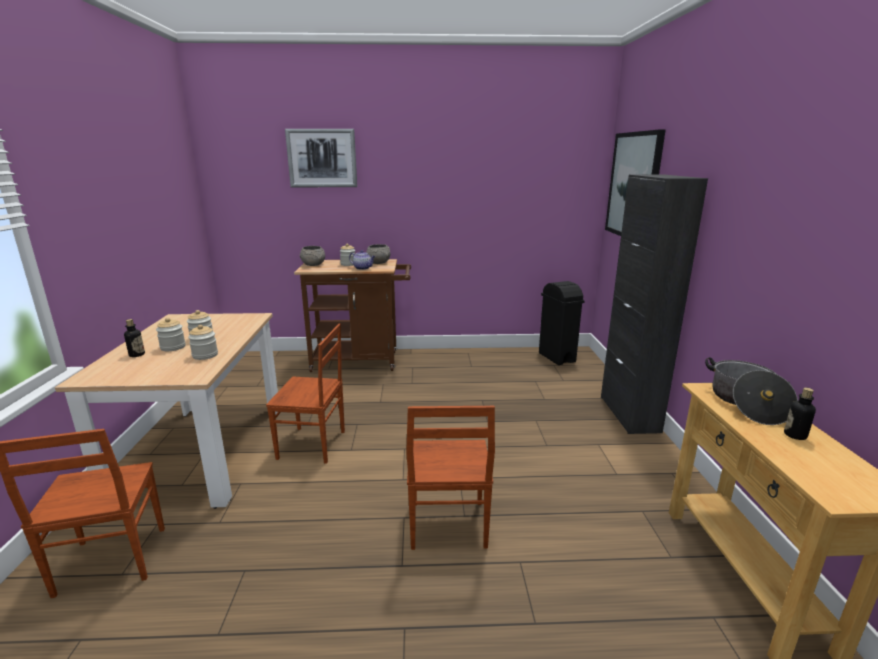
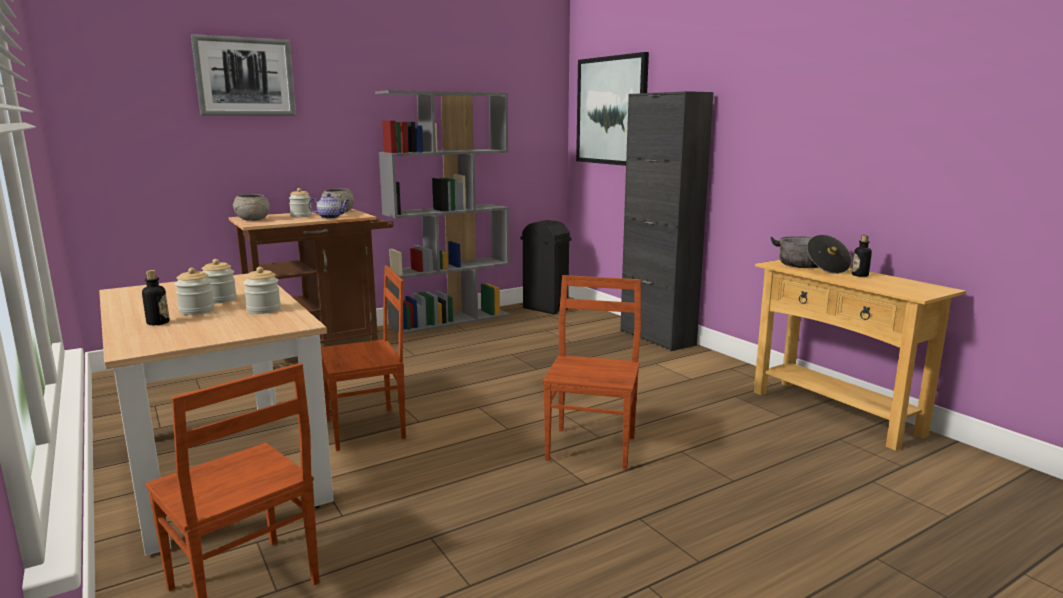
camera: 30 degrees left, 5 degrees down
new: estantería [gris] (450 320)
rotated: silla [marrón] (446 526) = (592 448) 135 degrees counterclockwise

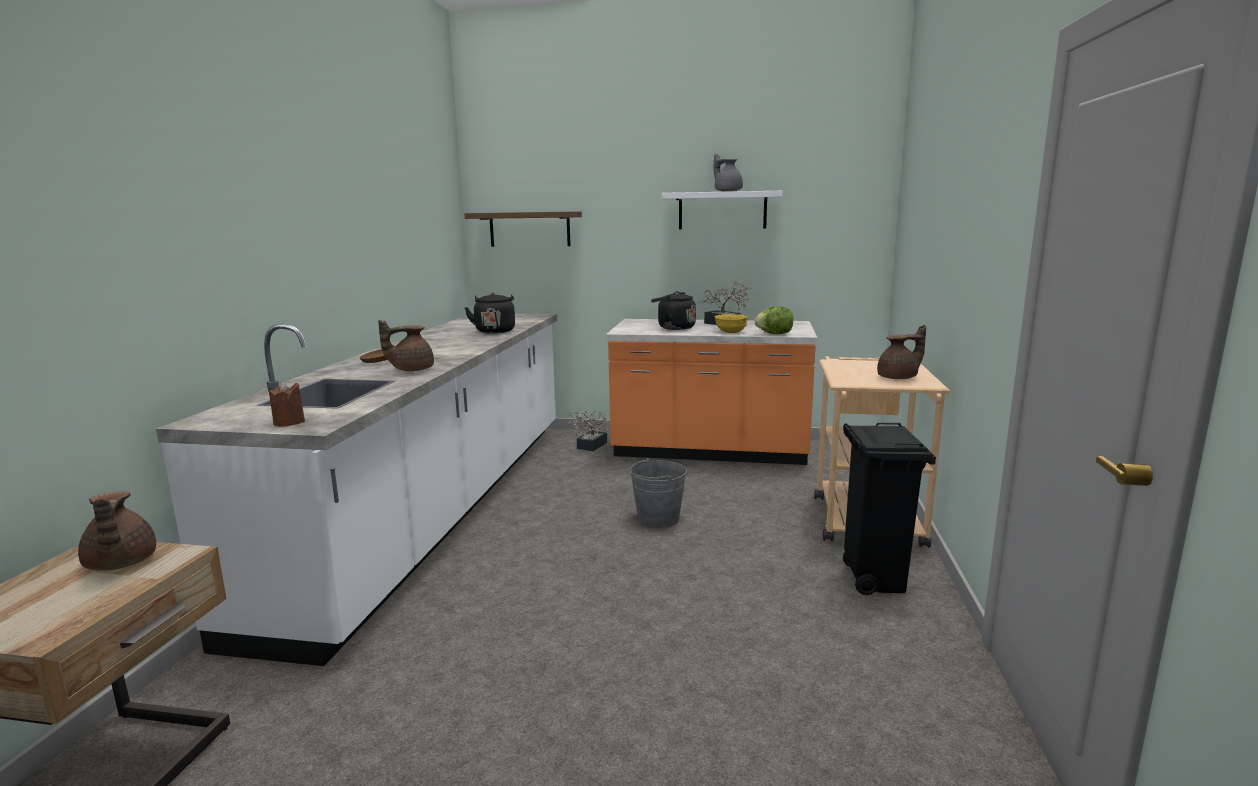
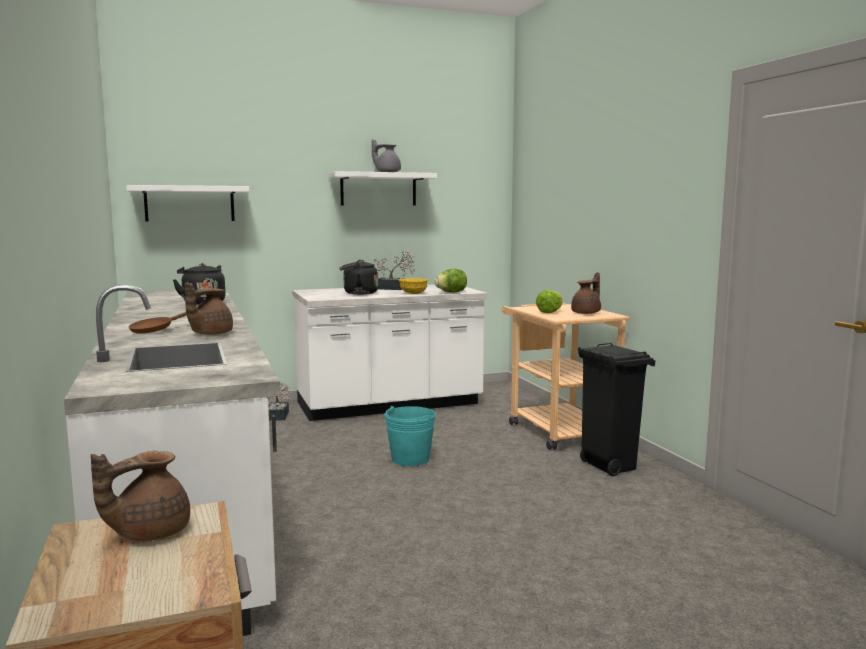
camera: 30 degrees left, 5 degrees down
gone: vela [marrón] (289 423)
new: lechuga (550 312)
repainted: estante [marrón] (529 229) to estante [blanco] (189 203); mueble bajo de cocina [naranja] (710 450) to mueble bajo de cocina [blanco] (389 405); cubo [gris] (658 519) to cubo [turquesa] (410 459)
rotated: tetera [marrón] (120 564) = (148 532) 105 degrees clockwise

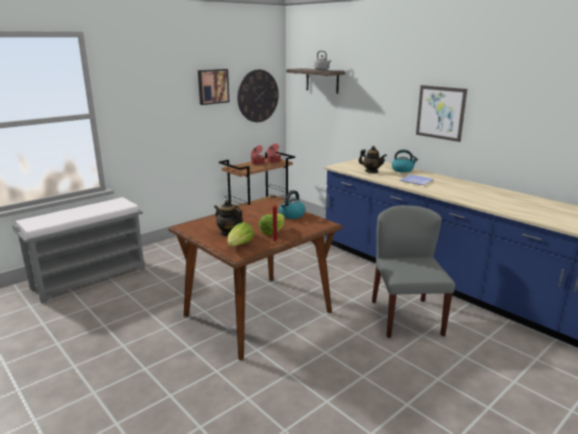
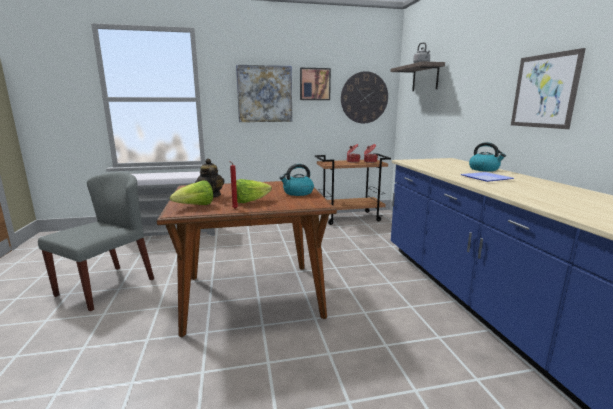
camera: 30 degrees right, 5 degrees down
gone: tetera (371 171)
new: cuadro (264 94)
shifted: silla [gris] (406 317) to (106 286)

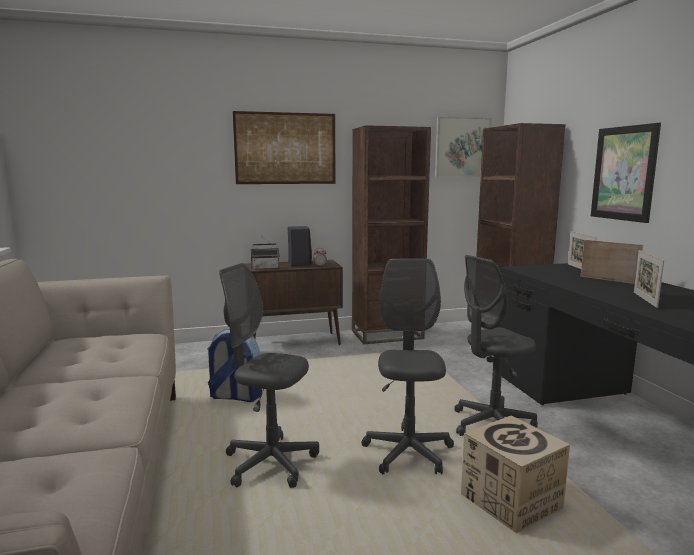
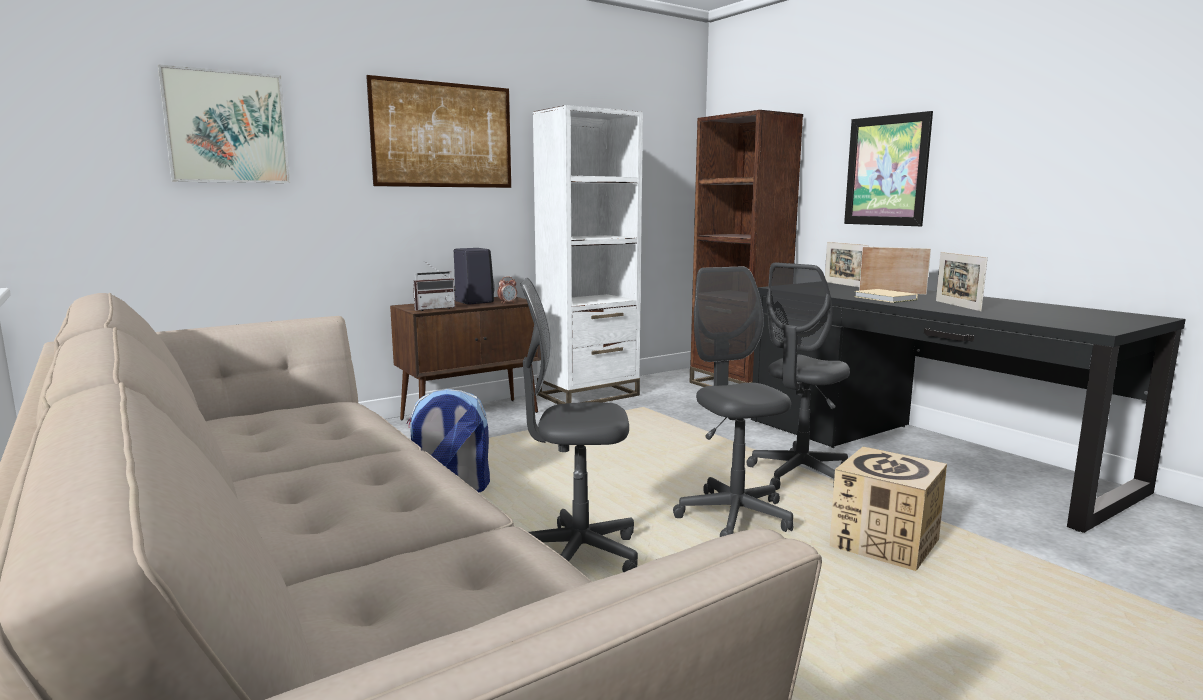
camera: 20 degrees left, 0 degrees up
new: libro [beis] (885 298)
shifted: cuadro (462 147) to (227 127)
repainted: estantería [marrón] (387 335) to estantería [blanco] (588 395)

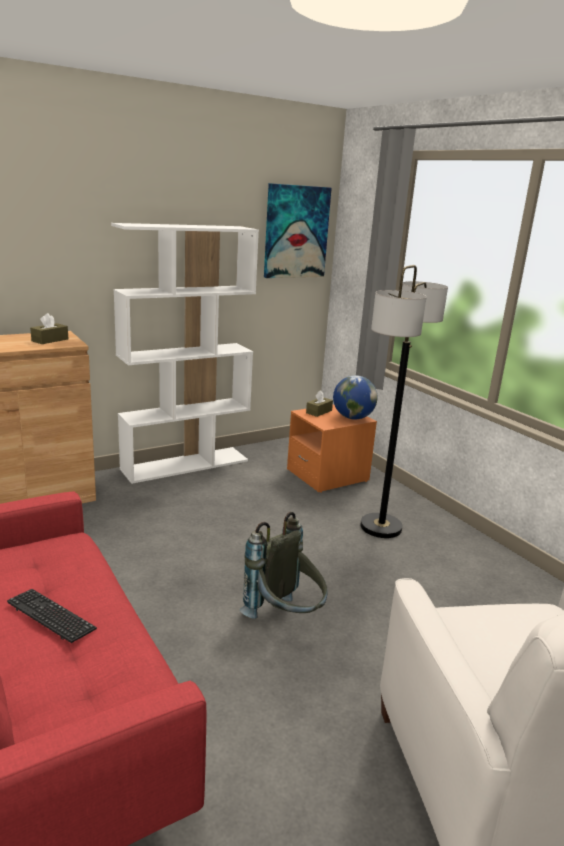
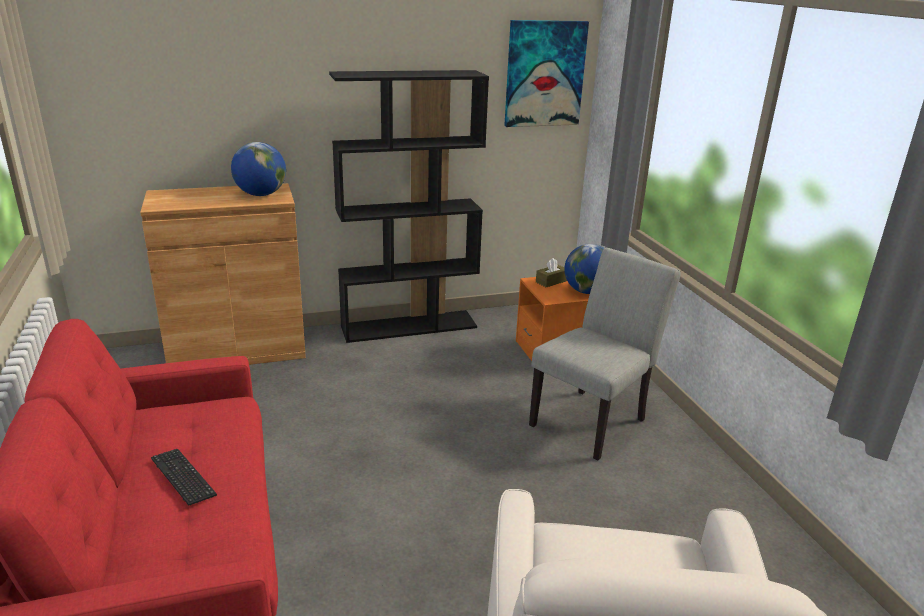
camera: 15 degrees right, 5 degrees up
gone: mochila [gris] (286 619)
swapped: caja de pañuelos [marrón] (50 340) to globo terráqueo (261 194); lámpara de pie (381 527) to silla [gris] (593 419)
repainted: estantería [blanco] (186 464) to estantería [negro] (409 326)

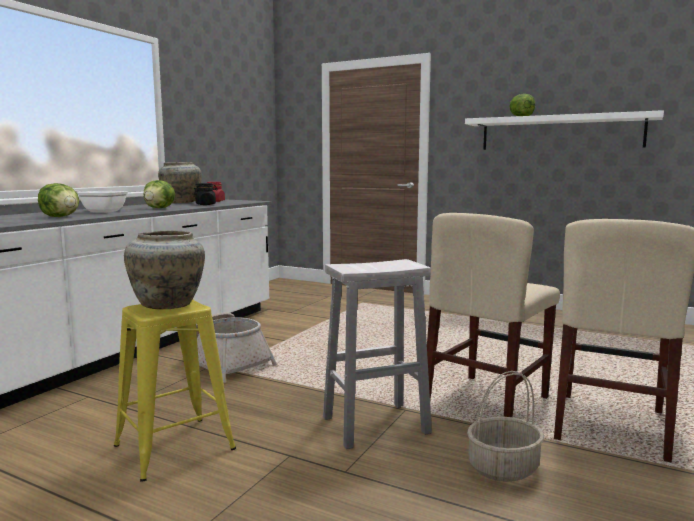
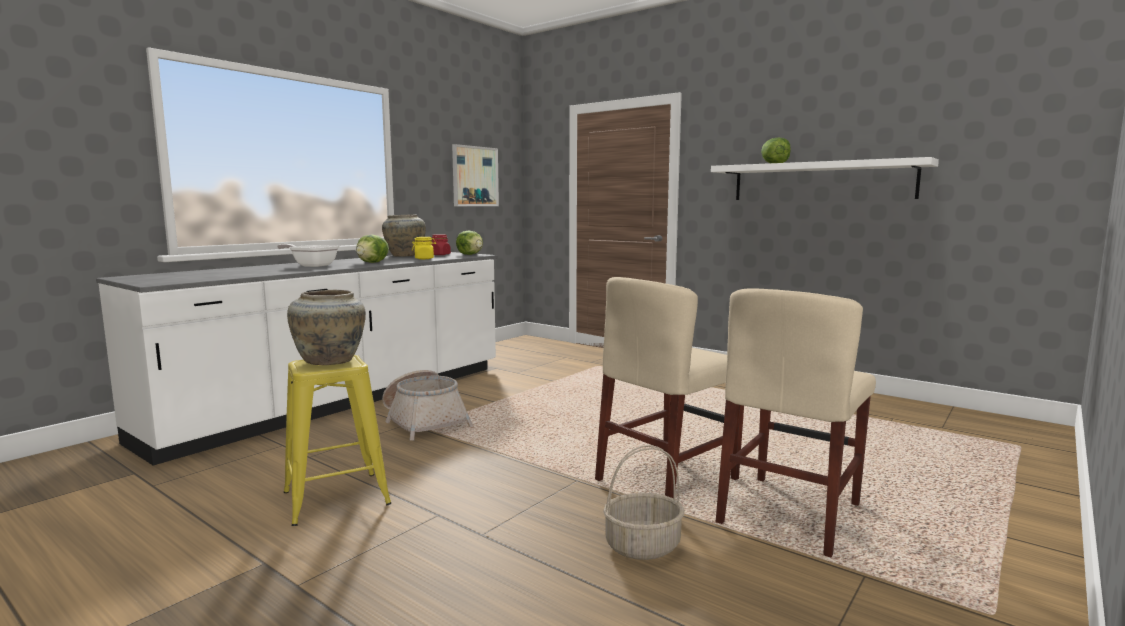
camera: 10 degrees right, 0 degrees up
gone: taburete [blanco] (377 424)
new: cuadro (475 176)
shifted: lechuga (61 217) to (470 254)
repainted: tarro [negro] (205 204) to tarro [amarillo] (424 258)

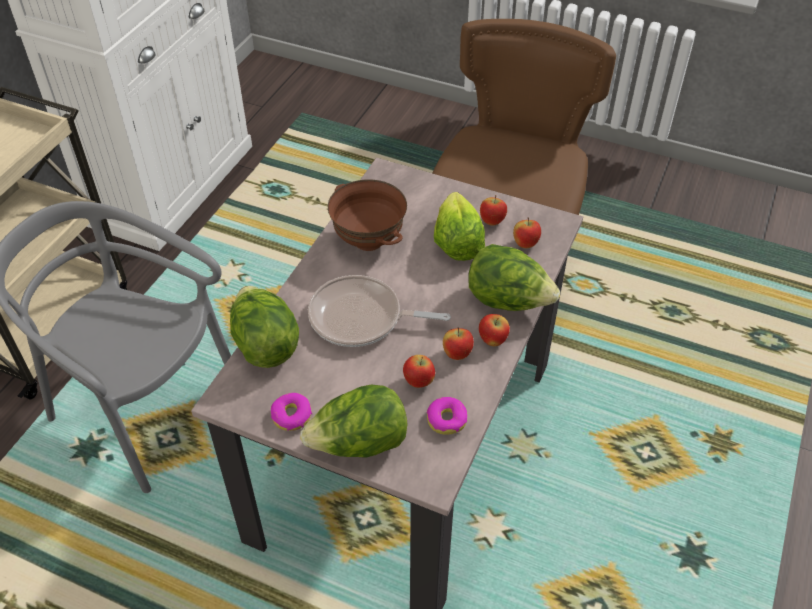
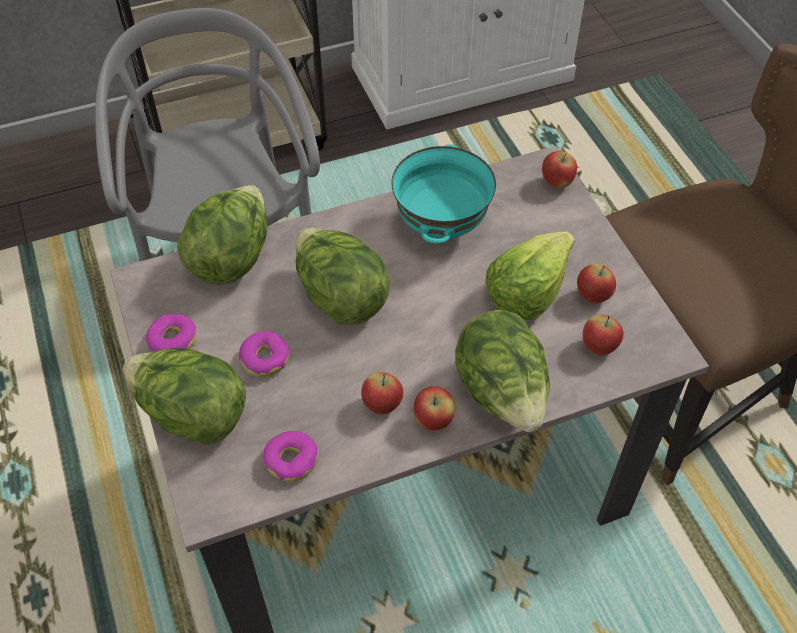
camera: 45 degrees right, 5 degrees up
new: rosquilla (265 359)
shifted: manzana (418 382) to (556 183)
swapped: sartén (361 318) to lechuga (340 297)
repainted: cuenco [marrón] (368 241) to cuenco [turquesa] (440 226)

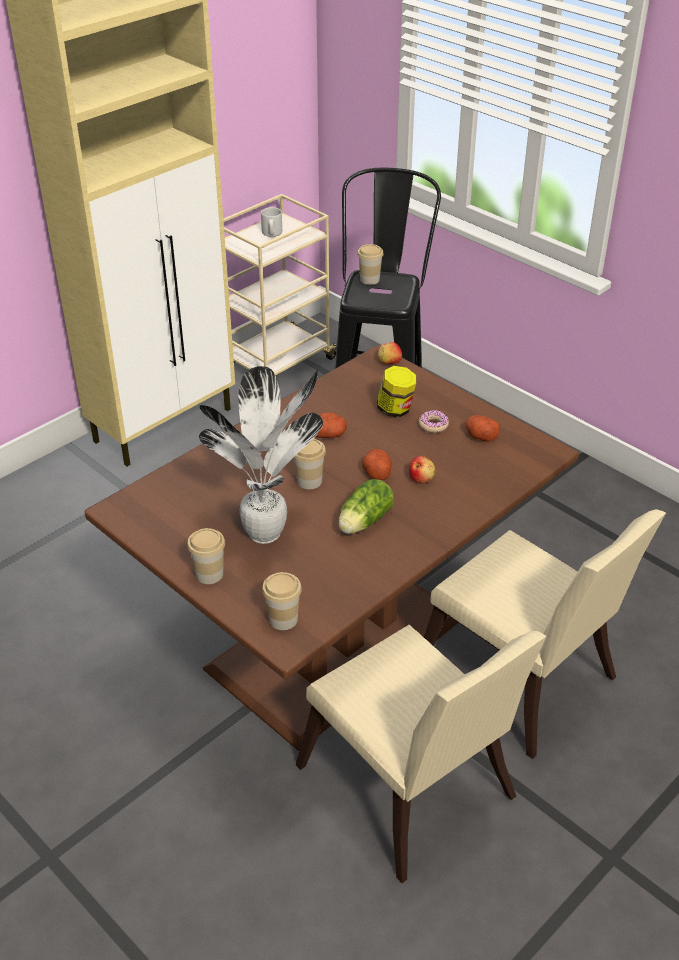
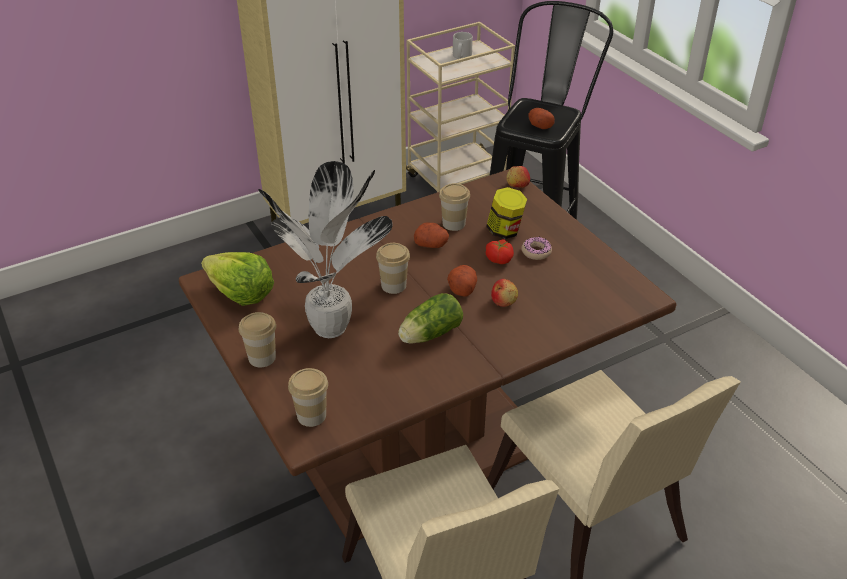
camera: 15 degrees right, 0 degrees up
new: lechuga (241 294); tomate (499 259)
shifted: taza (369 279) to (453 224); patata (480 436) to (539 125)

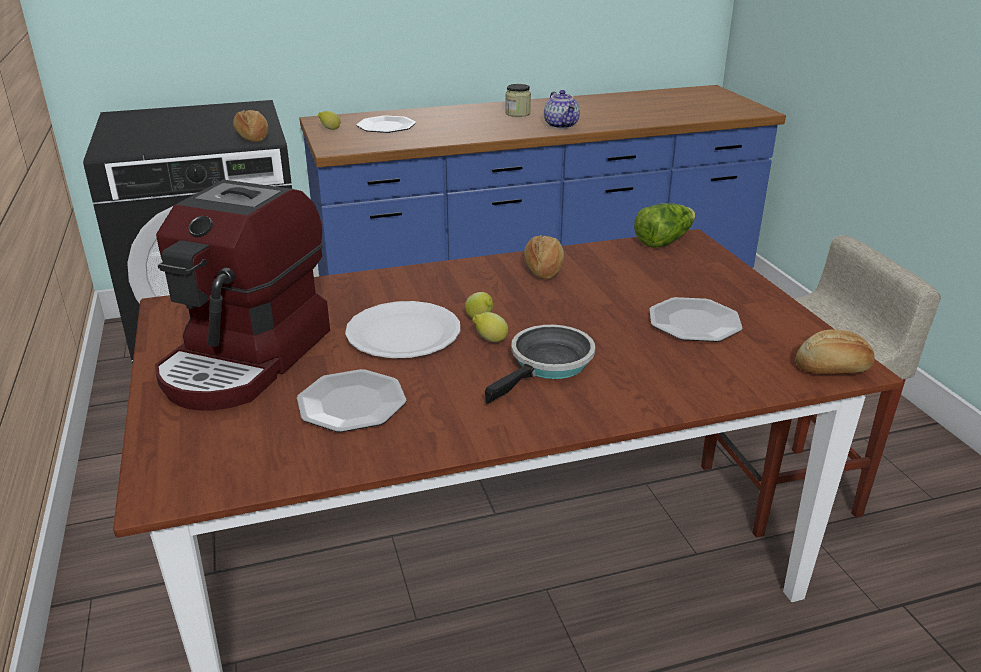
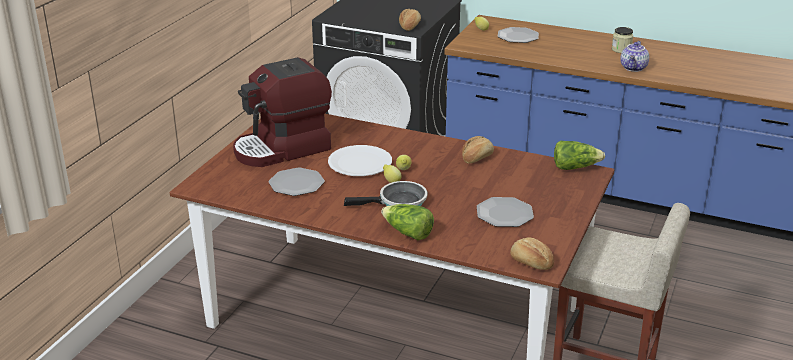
camera: 40 degrees right, 0 degrees up
new: lechuga (407 233)

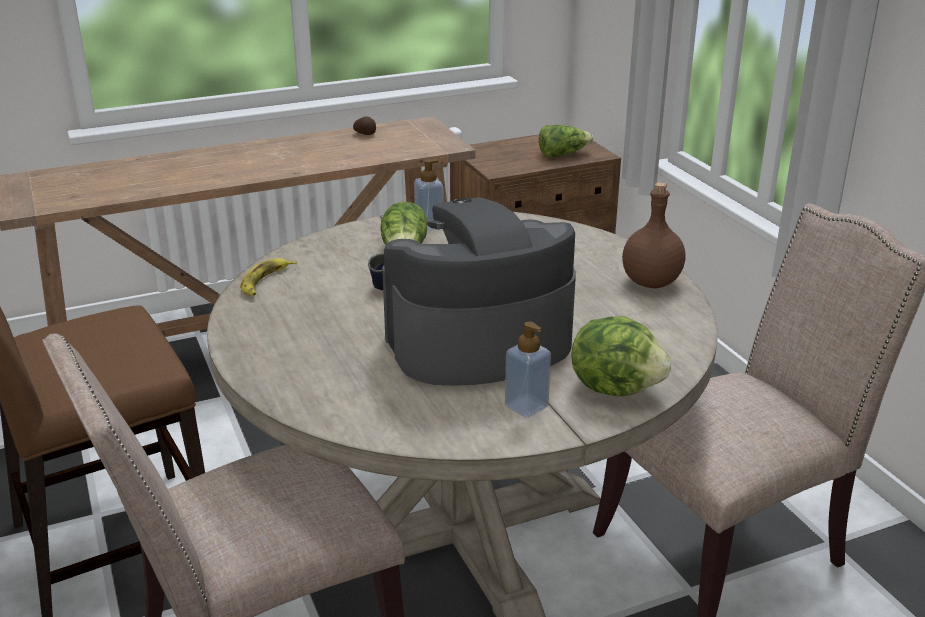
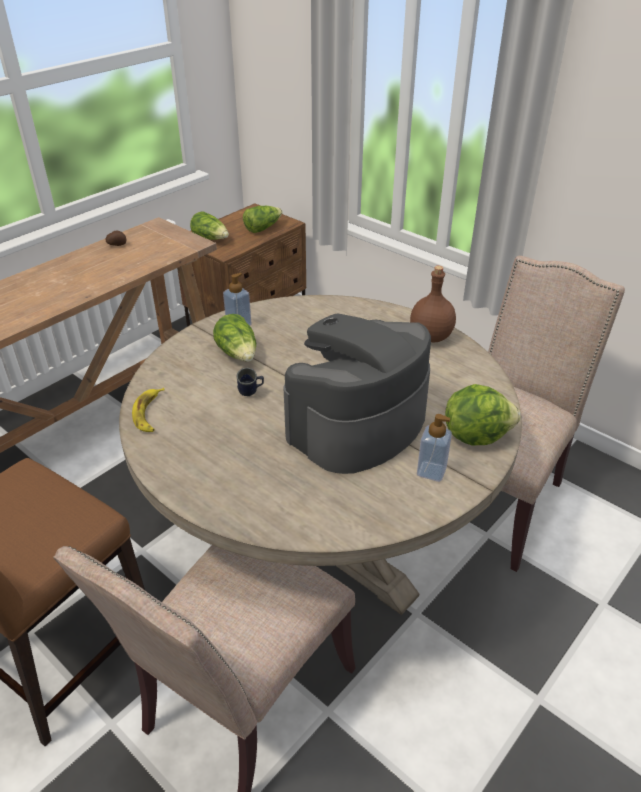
camera: 25 degrees left, 10 degrees up
new: lechuga (211 239)

